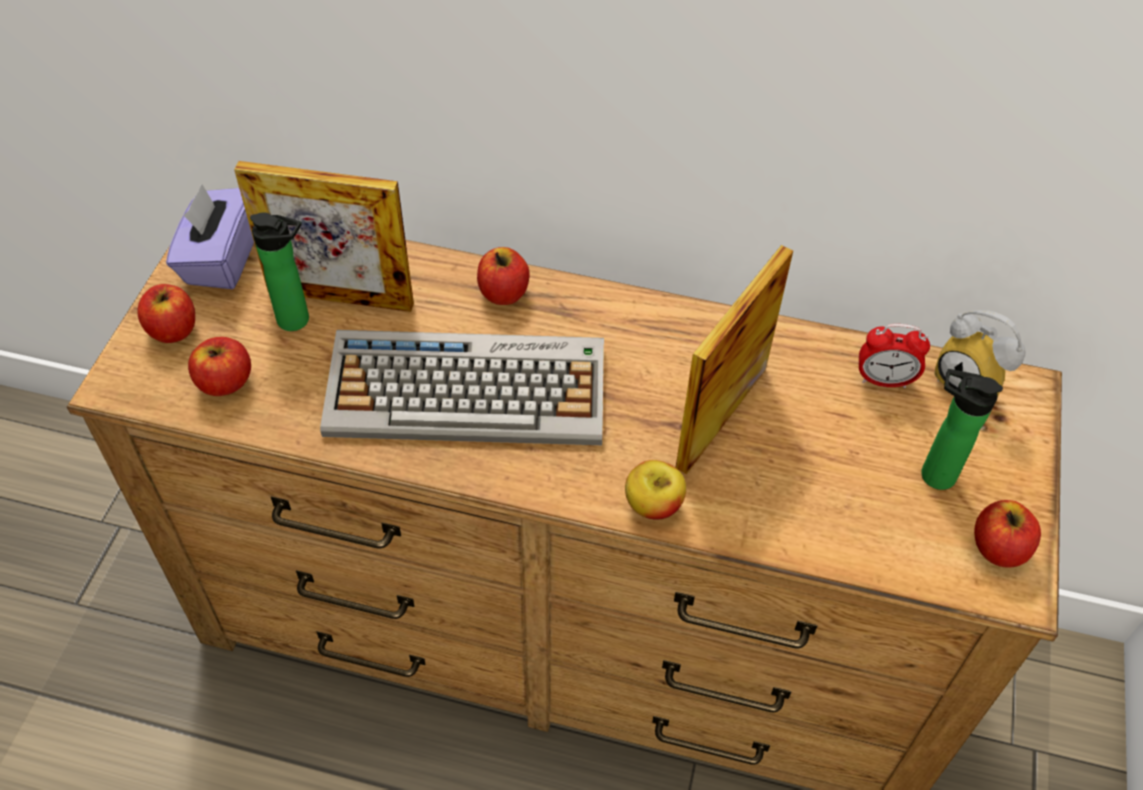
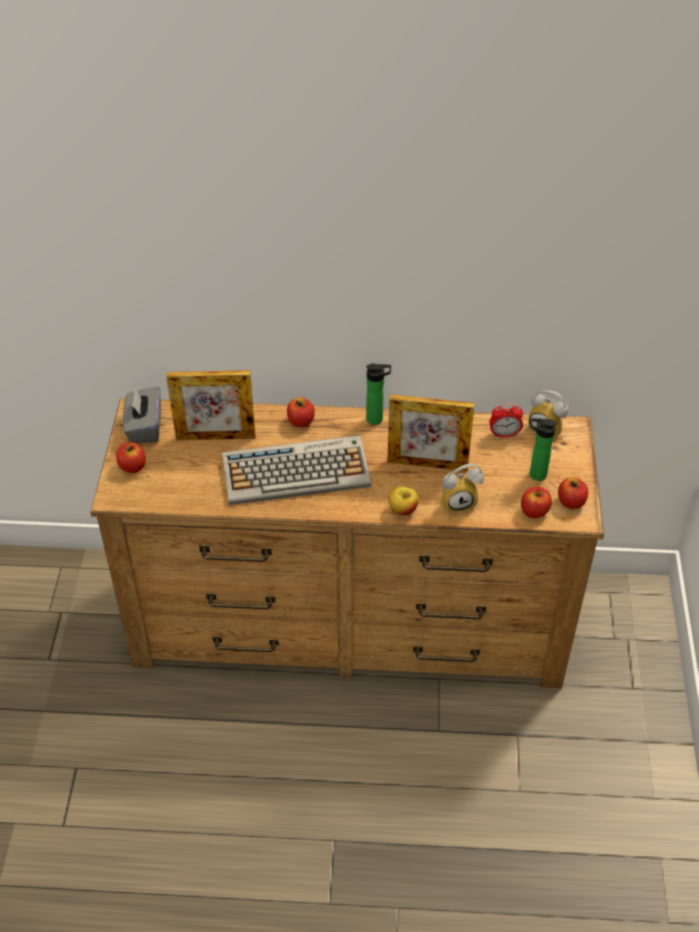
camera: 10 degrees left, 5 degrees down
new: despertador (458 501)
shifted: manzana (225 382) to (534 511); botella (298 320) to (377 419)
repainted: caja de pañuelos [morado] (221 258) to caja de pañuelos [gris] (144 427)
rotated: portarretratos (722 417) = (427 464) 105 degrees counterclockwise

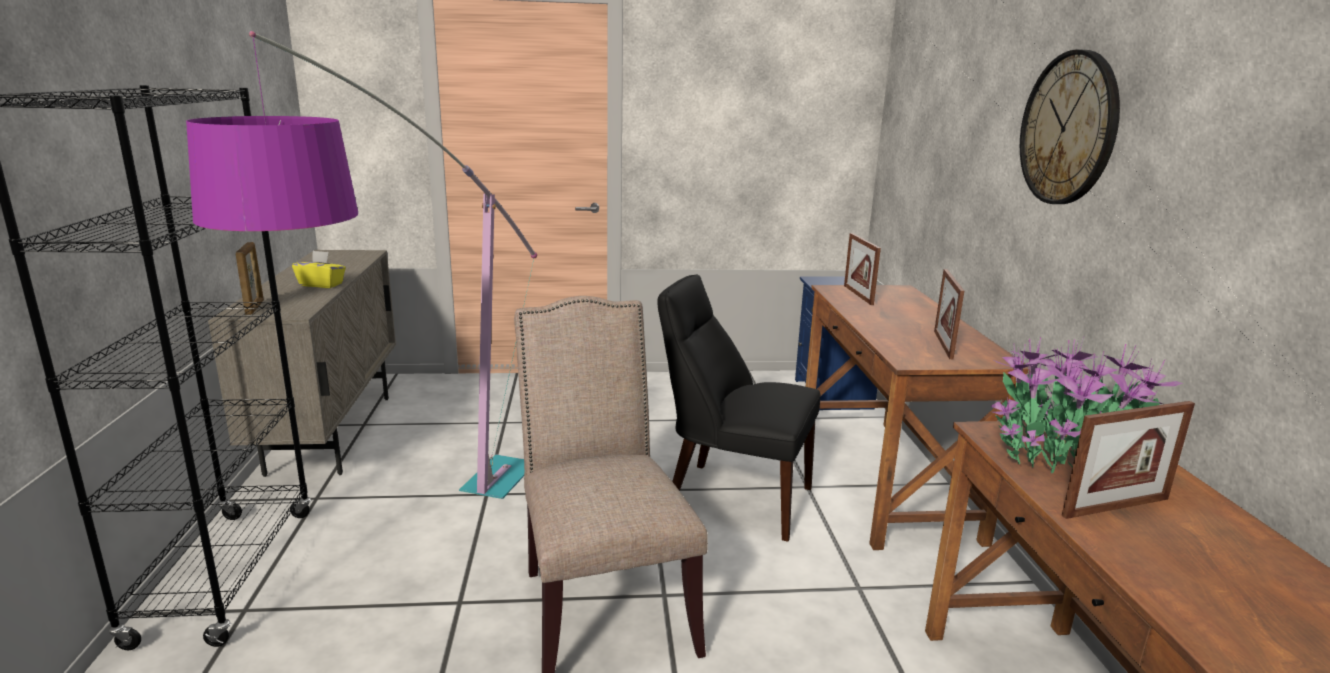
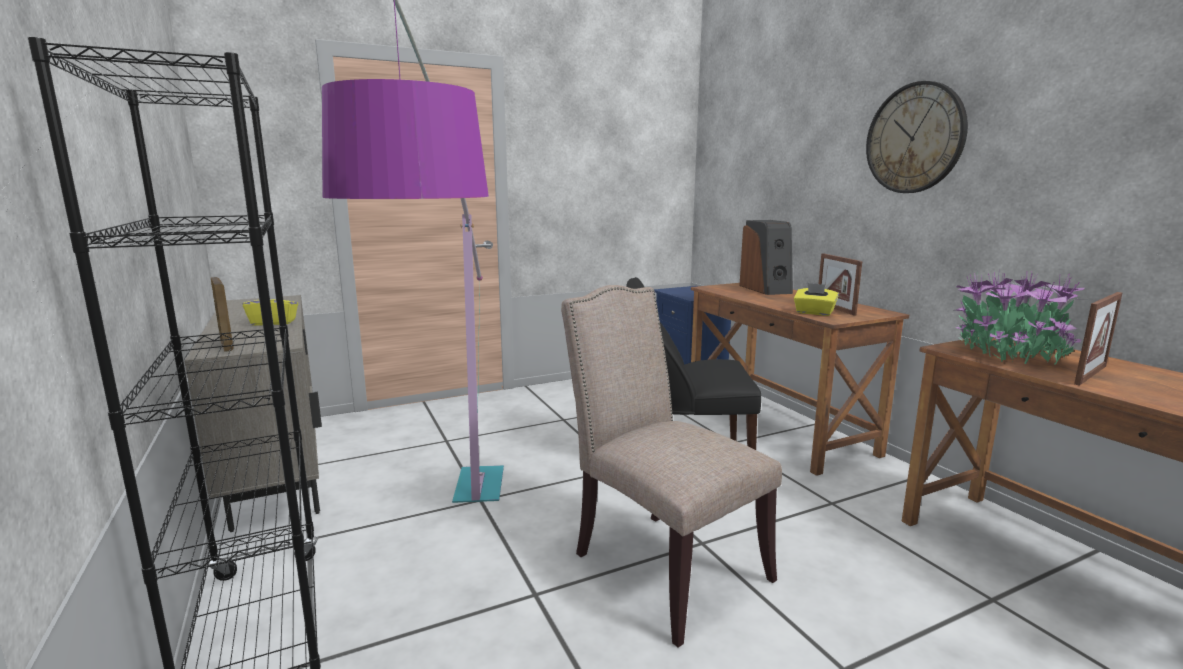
camera: 20 degrees left, 5 degrees down
gone: portarretratos (858 295)
new: altavoz (766 289); caja de pañuelos [amarillo] (814 313)

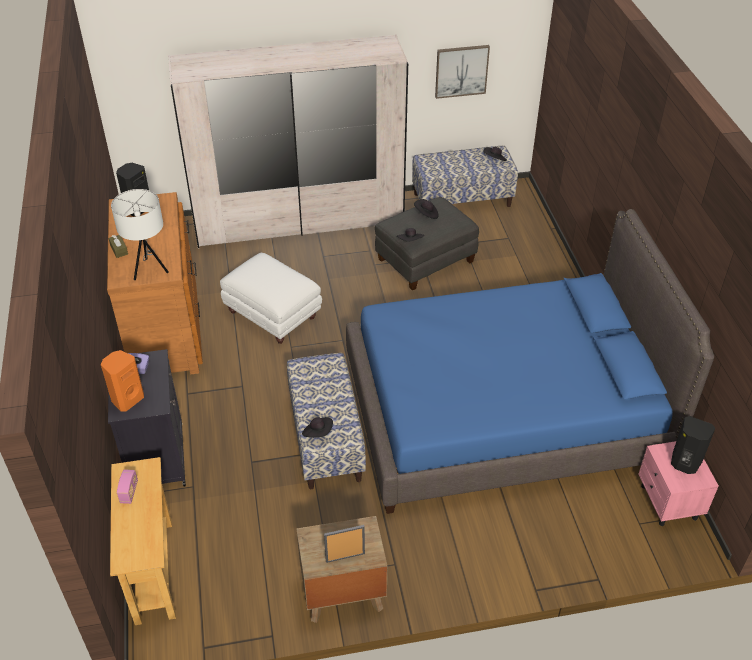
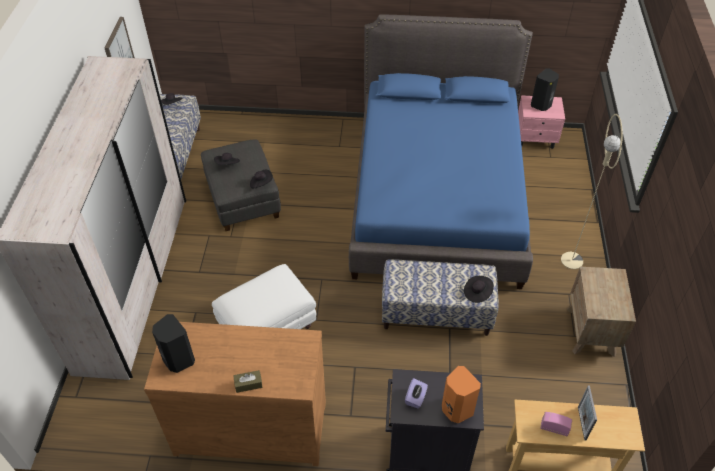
camera: 75 degrees left, 5 degrees up
gone: lámpara de mesa [blanco] (150 269)
new: lámpara de pie [beis] (572 260)
shifted: portarretratos (345 557) to (581 423)

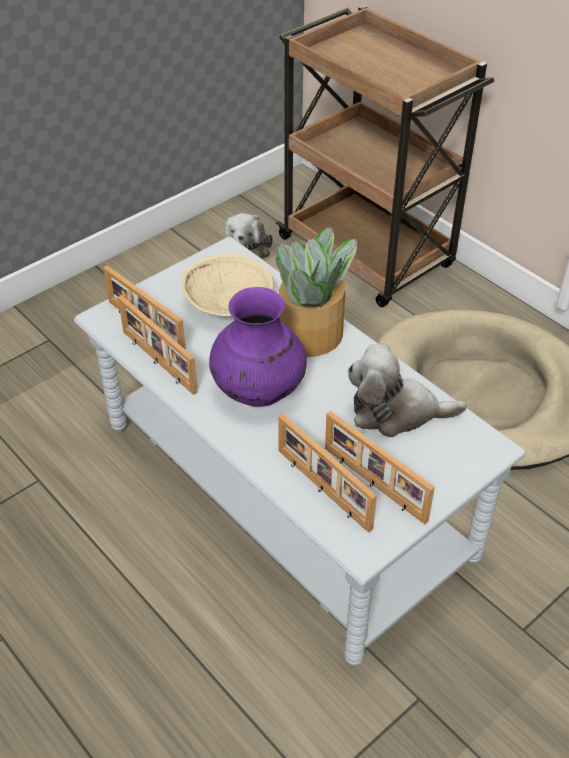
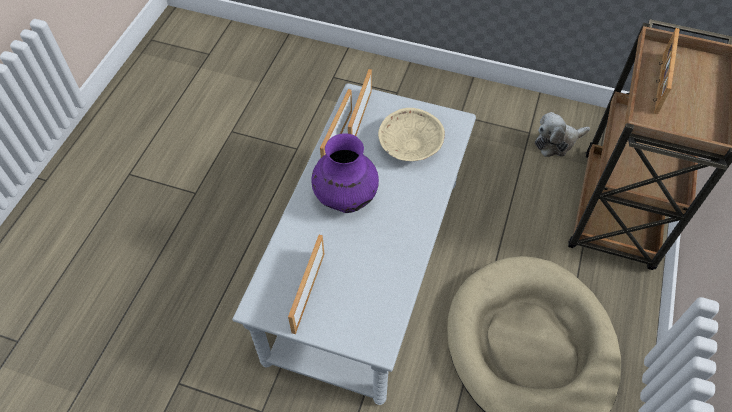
camera: 60 degrees right, 10 degrees up
gone: planta en maceta (312 335); peluche (396 412)
shifted: portarretratos (322 490) to (659 82)

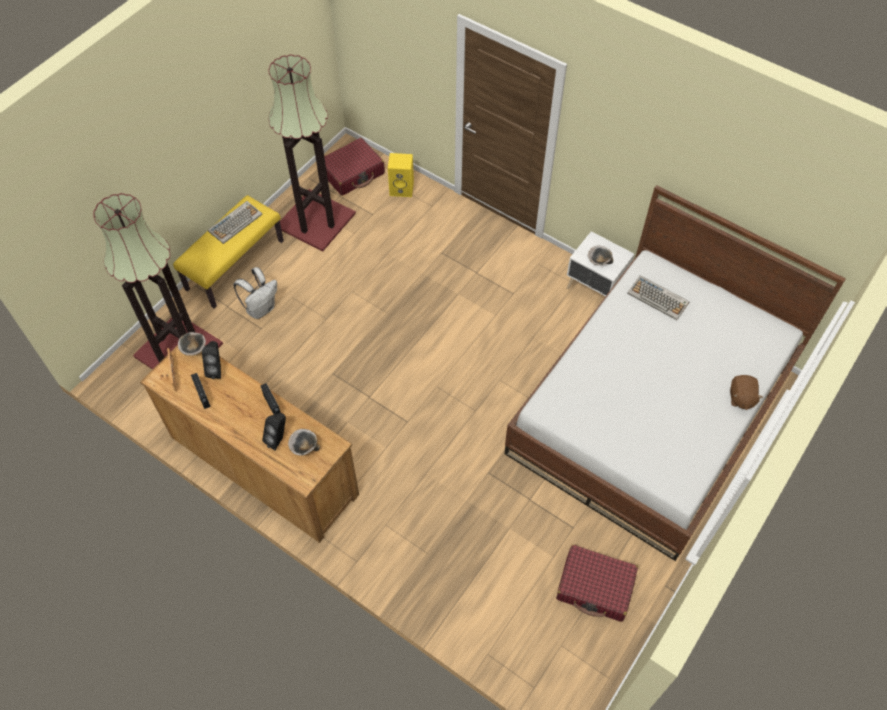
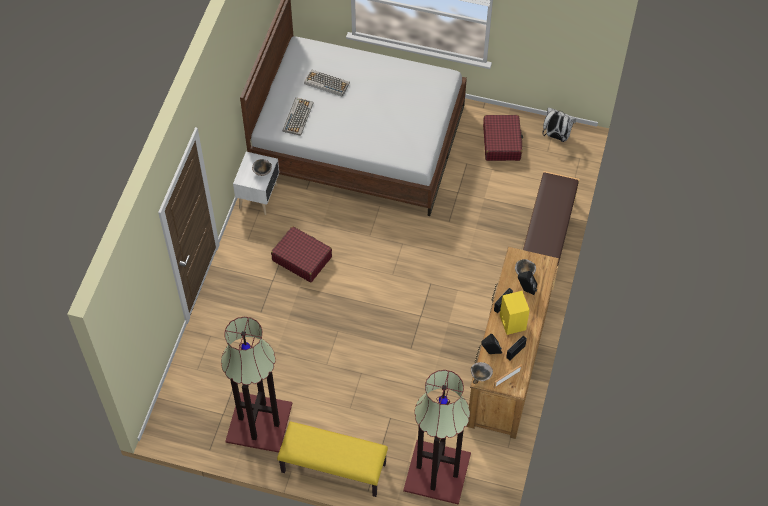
camera: 110 degrees left, 0 degrees up
gone: peluche [marrón] (741 398)
new: banco [marrón] (547 241)
shifted: teclado (235 222) to (326 83); mochila [blanco] (261 308) to (556 136); maleta [rojo] (352 173) to (302 258); altavoz [amarillo] (402 188) to (512 322)

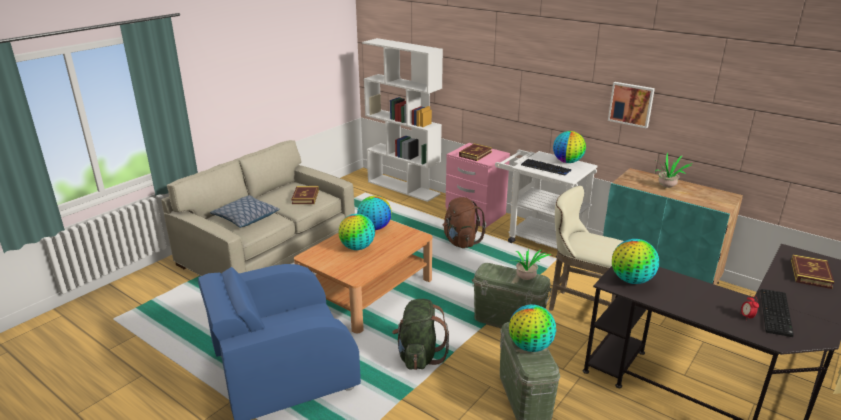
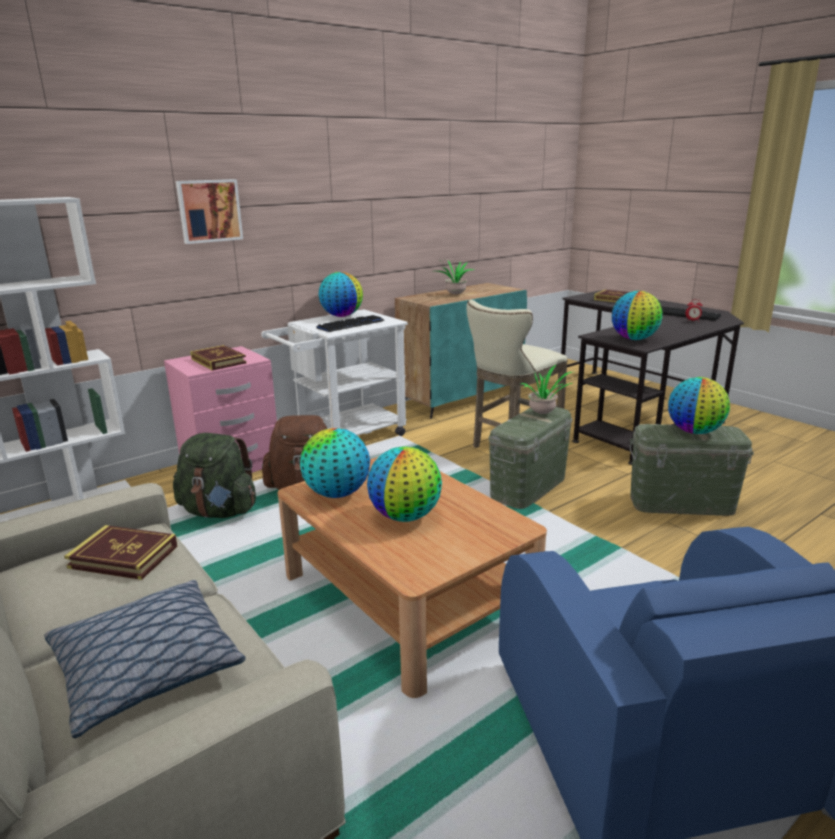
camera: 75 degrees left, 5 degrees down
shifted: mochila [verde] (419 356) to (219 511); cuadro (631 104) to (209 211)

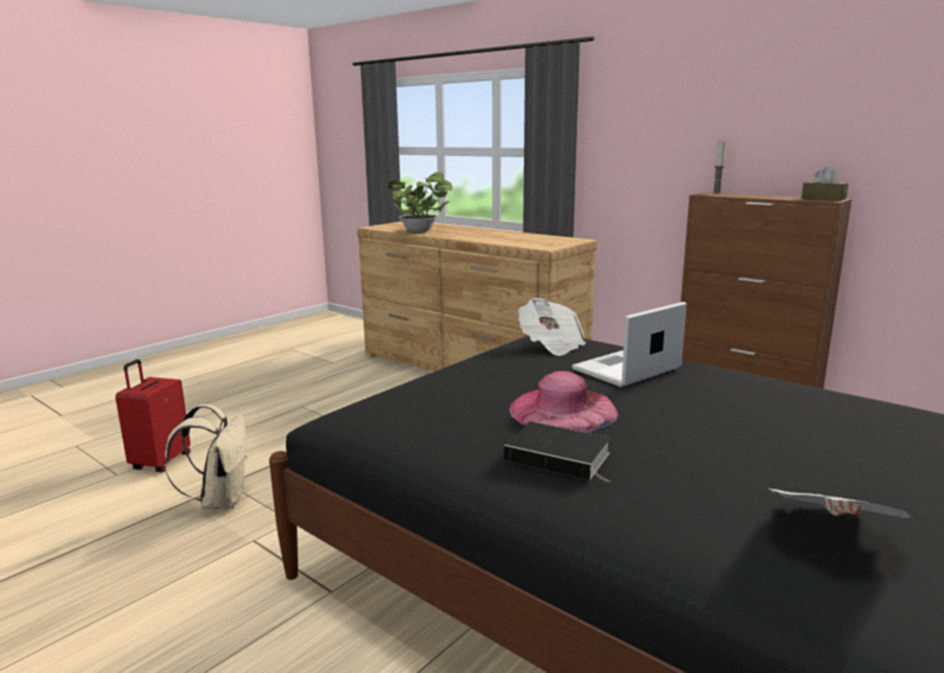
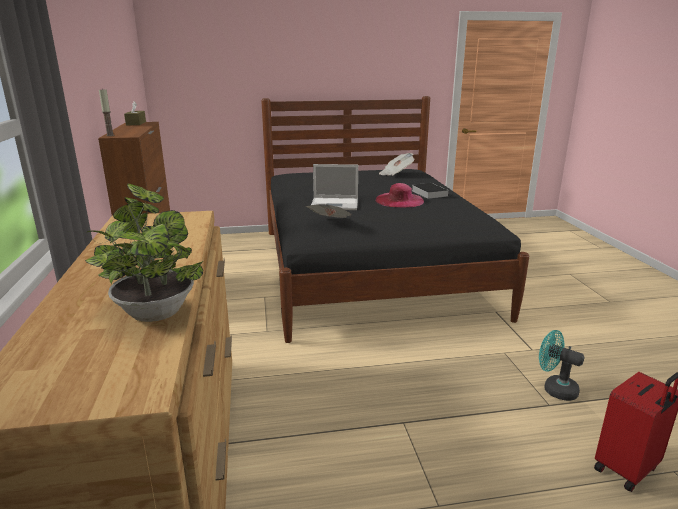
camera: 140 degrees left, 5 degrees up
swapped: mochila [beis] (221 501) to ventilador [turquesa] (554 389)

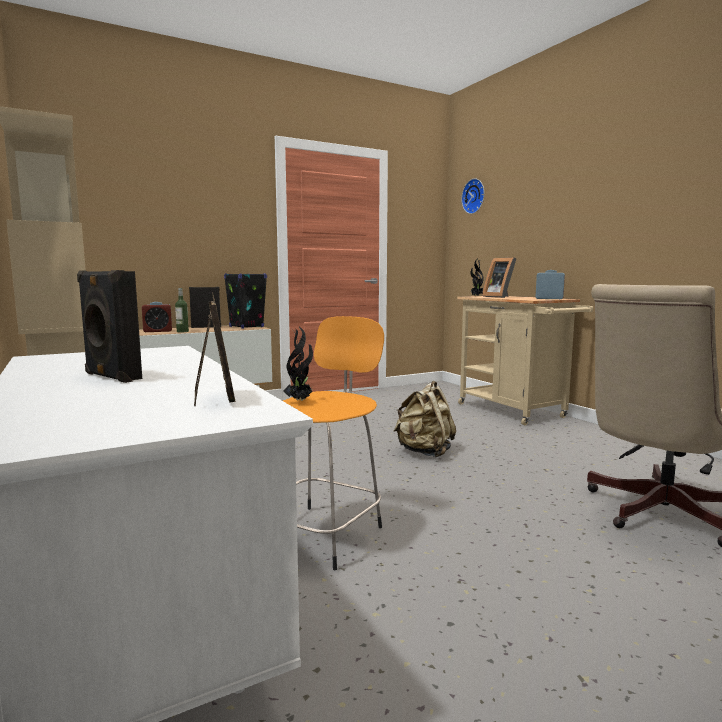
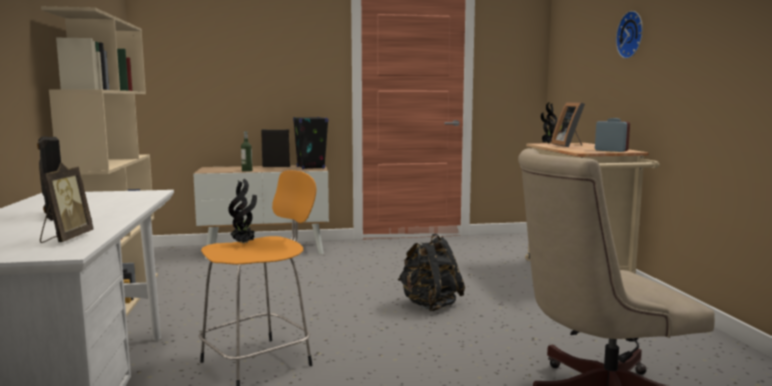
camera: 20 degrees right, 0 degrees up
gone: despertador (158 331)
shifted: reloj de pared (474 196) to (632 35)
repainted: mochila [beis] (425 452) to mochila [negro] (430 305)

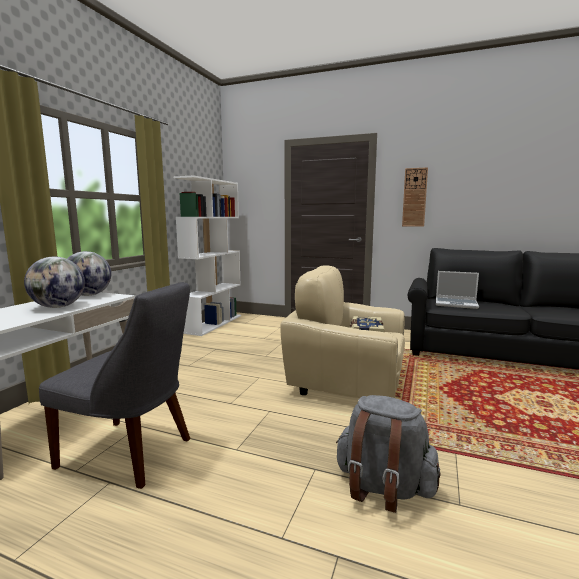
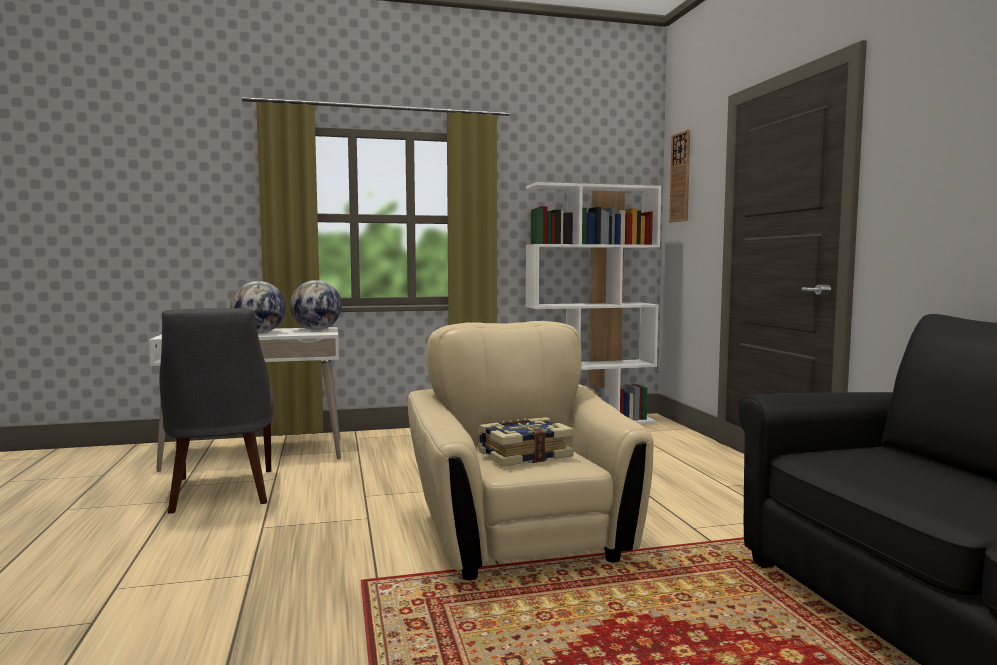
camera: 55 degrees right, 5 degrees down
gone: mochila [gris] (383 487); portátil (456 304)
shifted: reloj de pared (414 197) to (680 177)

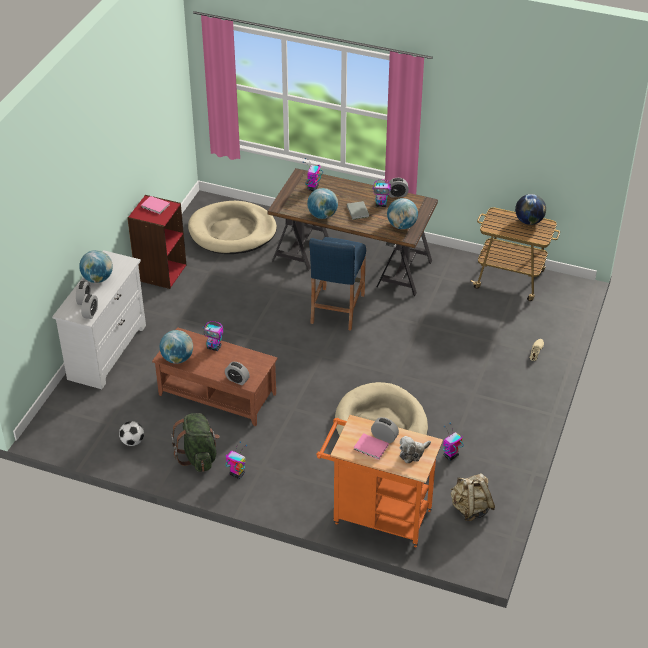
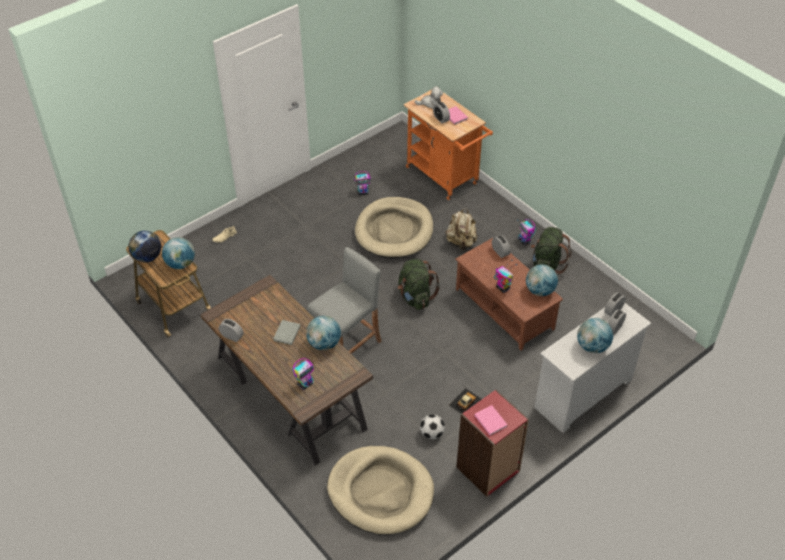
camera: 150 degrees left, 5 degrees up
gone: robot de juguete (381 204)
new: mochila [verde] (415 297); coche de juguete (466 402)
shifted: balón de fútbol (132 442) to (432 433); globo terráqueo (401 226) to (180 264); mochila [beis] (470 508) to (461 242)
repainted: taburete [azul] (337 309) to taburete [gris] (346 346)

